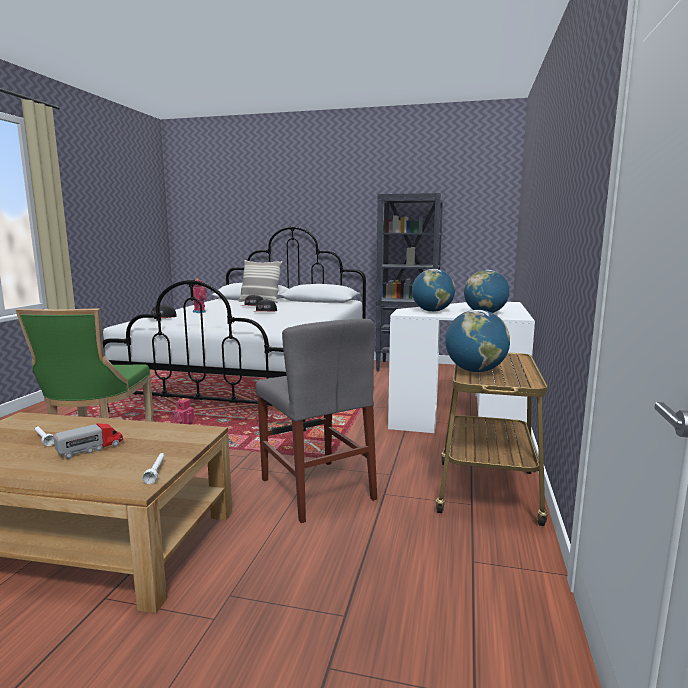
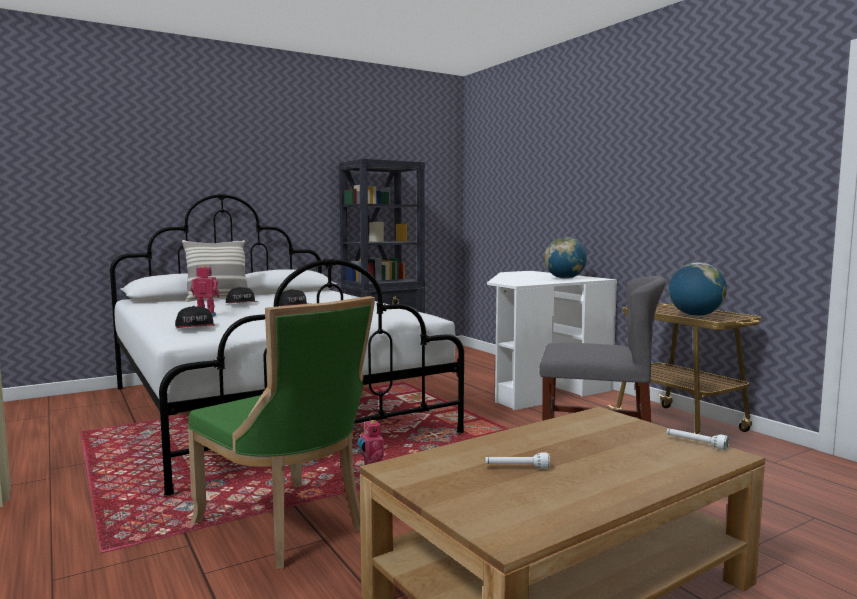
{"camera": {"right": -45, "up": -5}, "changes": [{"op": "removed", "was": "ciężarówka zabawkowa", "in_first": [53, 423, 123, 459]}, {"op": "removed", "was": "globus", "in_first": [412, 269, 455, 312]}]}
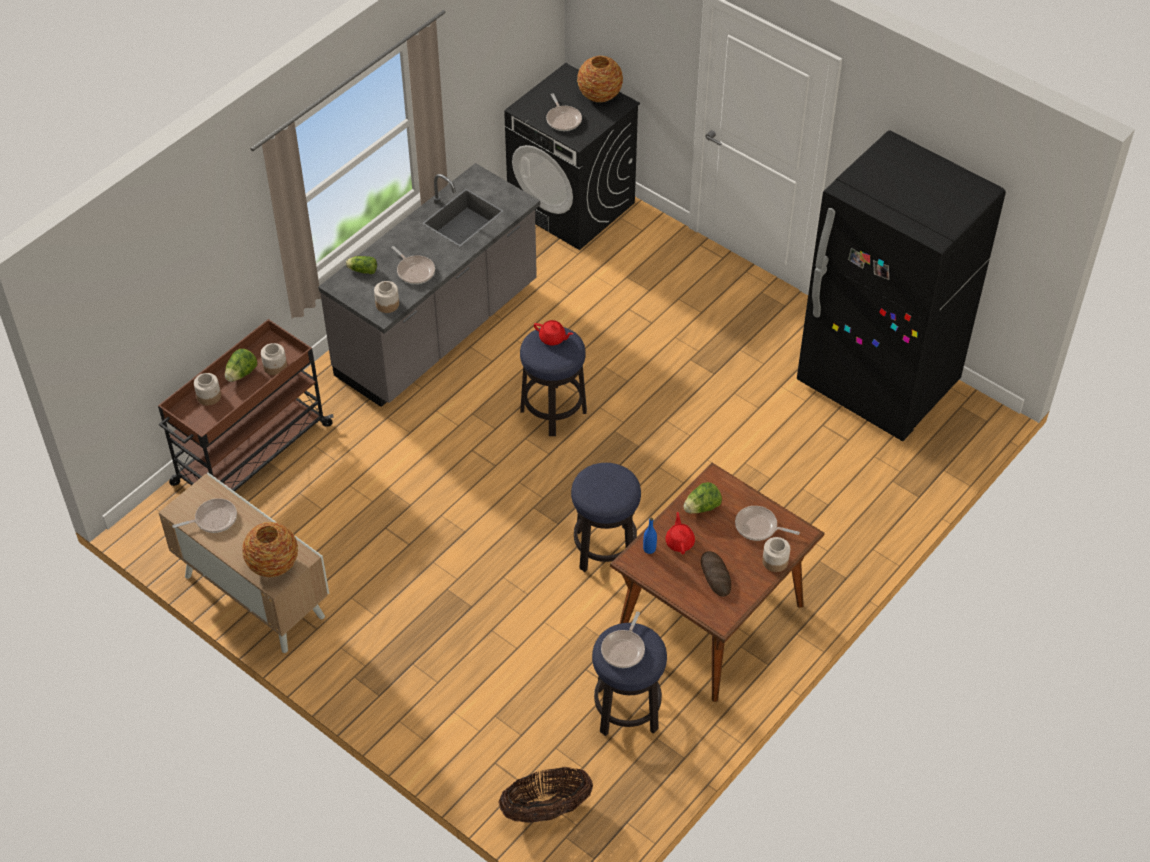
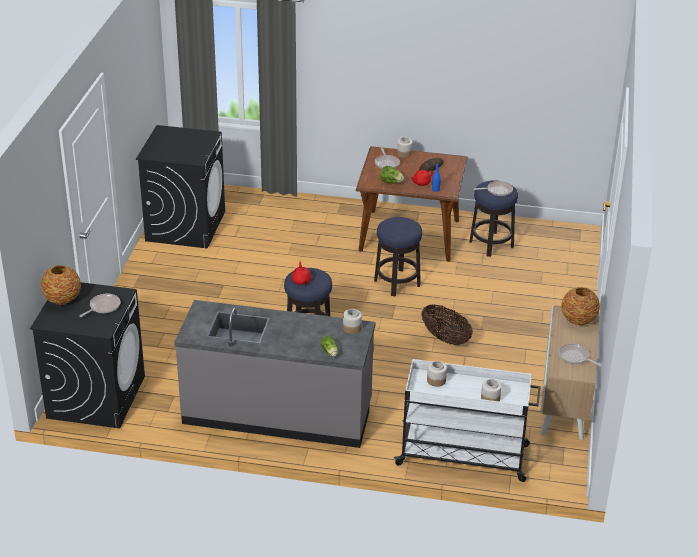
{"camera": {"right": -120, "up": -15}, "changes": [{"op": "removed", "was": "sałata", "in_first": [225, 349, 257, 382]}, {"op": "removed", "was": "patelnia", "in_first": [392, 246, 435, 284]}, {"op": "moved", "was": "koszyk", "in_first": [499, 767, 593, 823], "in_second": [421, 304, 473, 345]}, {"op": "replaced", "was": "lodówka [czarny]", "now": "pralka [czarny]", "in_first": [797, 130, 1006, 441], "in_second": [136, 125, 225, 248]}, {"op": "recoloured", "was": "wózek [brązowy]", "now": "wózek [biały]", "in_first": [158, 319, 334, 492], "in_second": [394, 359, 541, 482]}]}
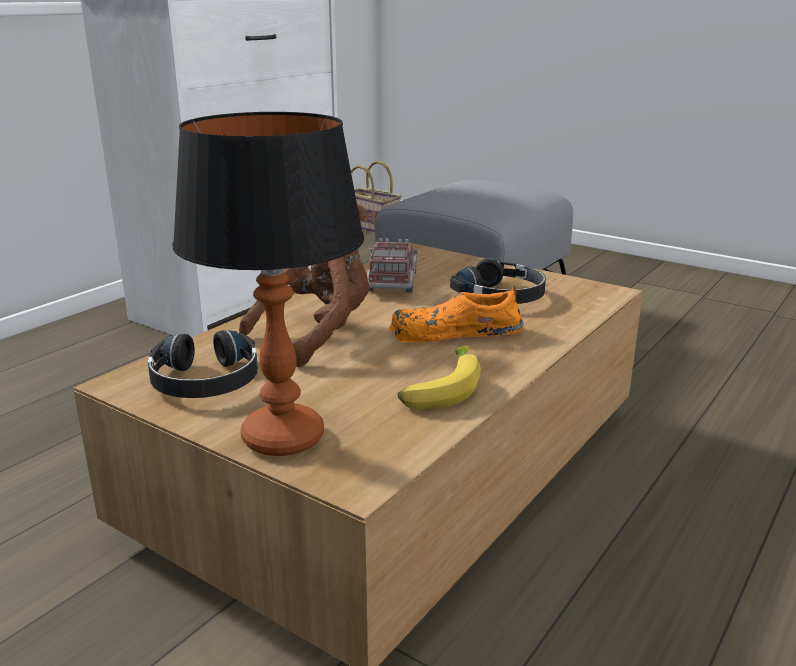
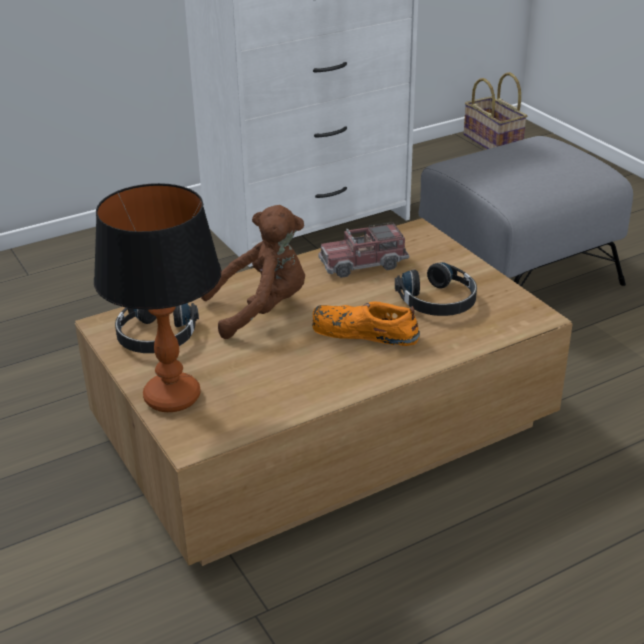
{"camera": {"right": 25, "up": 10}, "changes": [{"op": "removed", "was": "banan", "in_first": [398, 345, 481, 409]}, {"op": "turned", "was": "ciężarówka zabawkowa", "in_first": [367, 238, 418, 292], "in_second": [319, 222, 409, 278], "clockwise": -135}]}
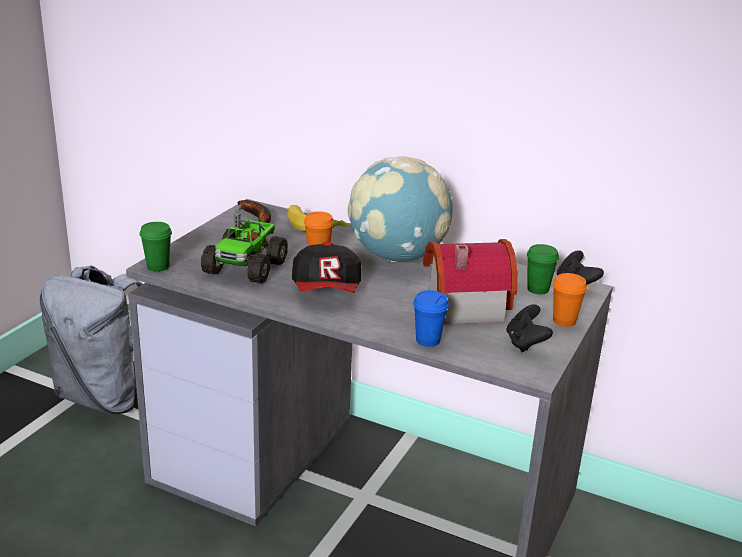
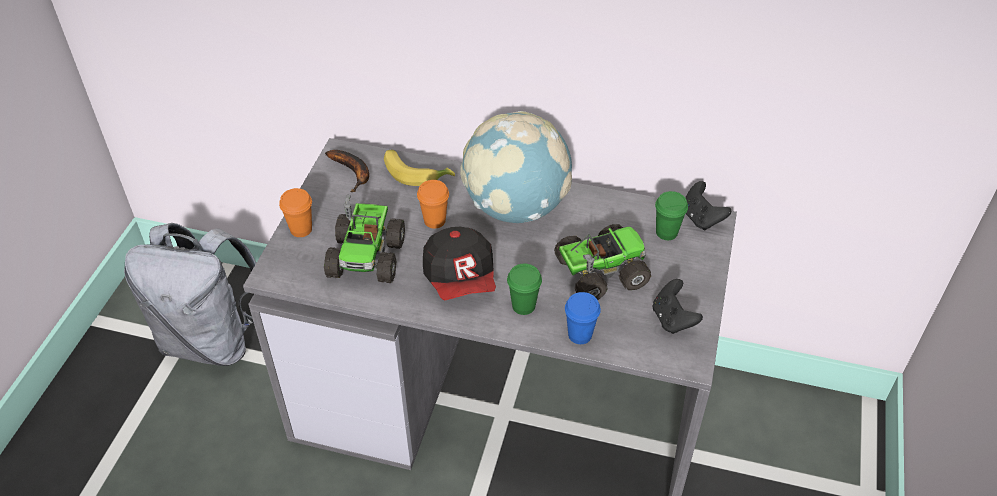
{"camera": {"right": -10, "up": 20}, "changes": [{"op": "moved", "was": "filiżanka [zielony]", "in_first": [140, 222, 172, 272], "in_second": [507, 264, 542, 315]}, {"op": "moved", "was": "filiżanka [pomarańczowy]", "in_first": [553, 273, 587, 327], "in_second": [279, 188, 312, 237]}, {"op": "replaced", "was": "domek", "now": "ciężarówka zabawkowa", "in_first": [423, 239, 518, 324], "in_second": [554, 224, 651, 300]}]}
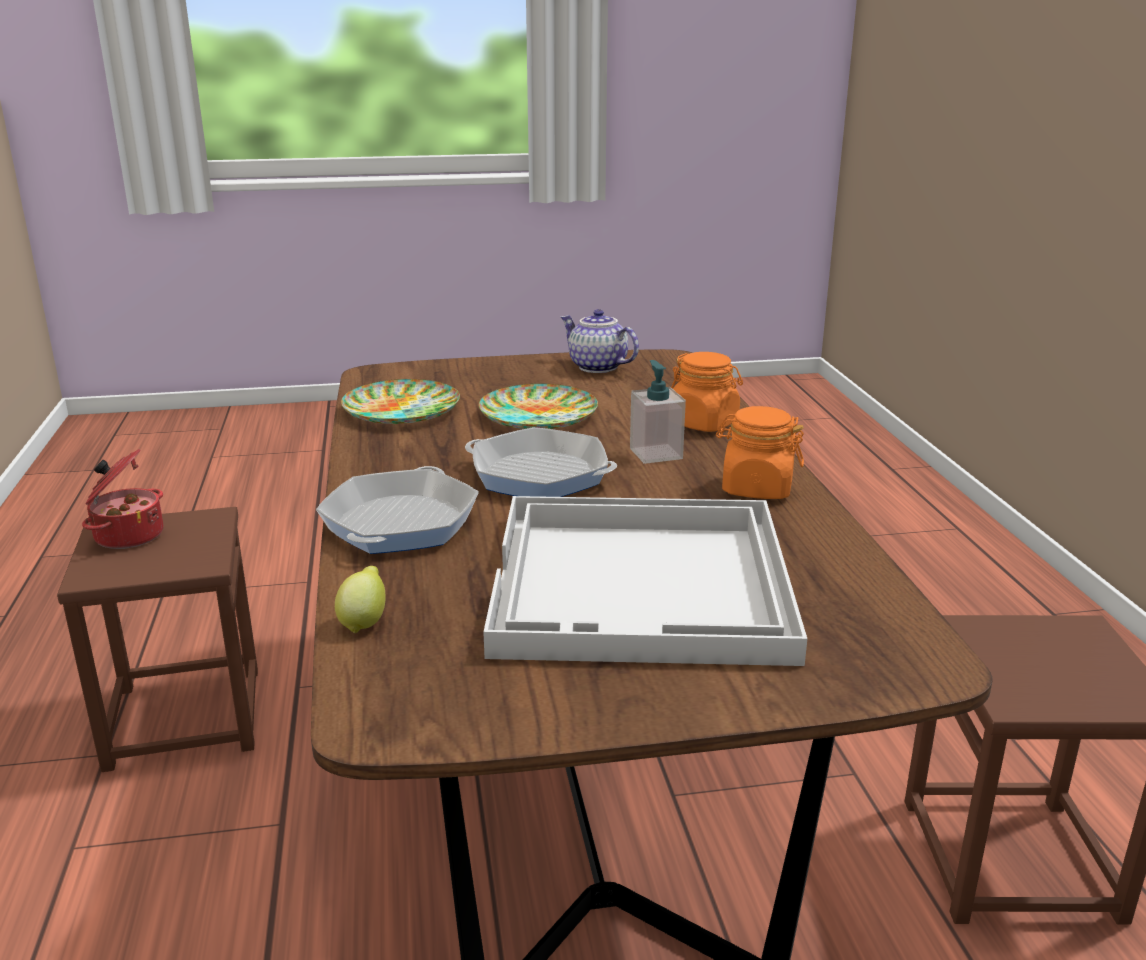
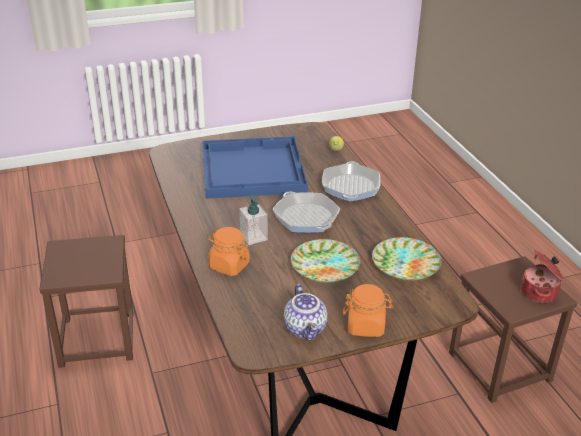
{"camera": {"right": 170, "up": 10}, "changes": [{"op": "moved", "was": "słoik [pomarańczowy]", "in_first": [716, 406, 804, 499], "in_second": [343, 284, 393, 337]}, {"op": "recoloured", "was": "taca [biały]", "now": "taca [niebieski]", "in_first": [483, 496, 807, 666], "in_second": [202, 136, 308, 199]}, {"op": "turned", "was": "patelnia", "in_first": [465, 427, 617, 497], "in_second": [272, 191, 341, 233], "clockwise": -135}, {"op": "turned", "was": "imbryk", "in_first": [561, 309, 639, 373], "in_second": [284, 284, 328, 340], "clockwise": 45}]}
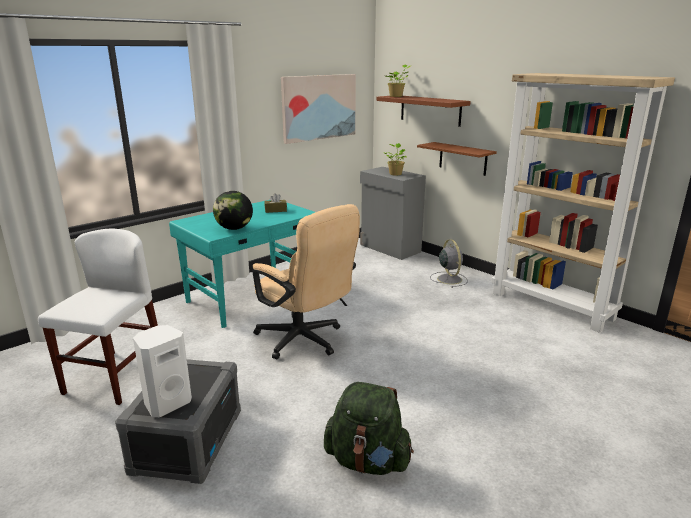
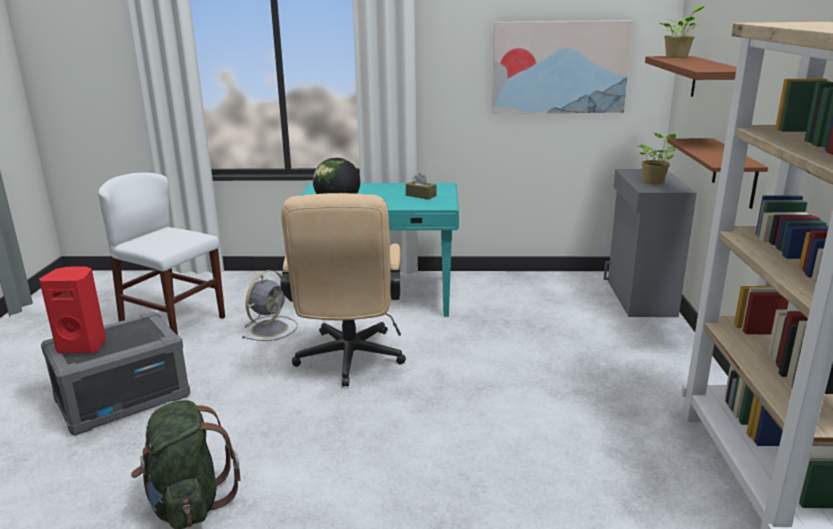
{"camera": {"right": 45, "up": 0}, "changes": [{"op": "moved", "was": "wentylator [szary]", "in_first": [430, 239, 468, 288], "in_second": [242, 270, 297, 341]}, {"op": "recoloured", "was": "głośnik [biały]", "now": "głośnik [czerwony]", "in_first": [133, 325, 192, 417], "in_second": [39, 266, 106, 353]}, {"op": "turned", "was": "krzesło [biały]", "in_first": [38, 229, 158, 405], "in_second": [98, 173, 225, 335], "clockwise": -120}]}
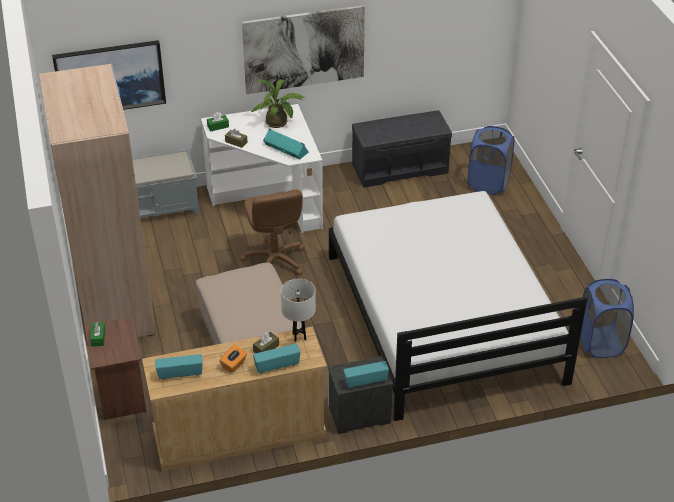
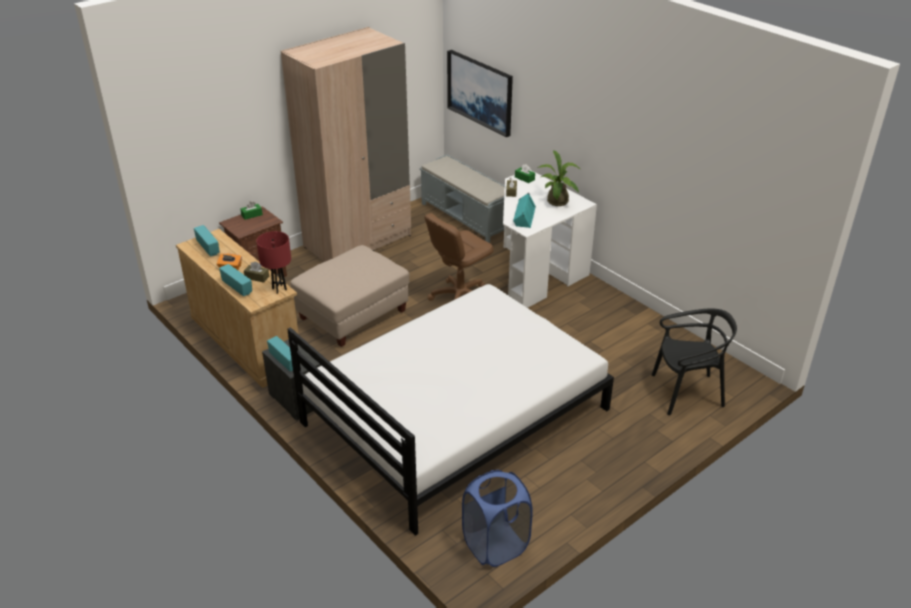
{"camera": {"right": 65, "up": -5}, "changes": [{"op": "removed", "was": "obraz", "in_first": [242, 5, 365, 94]}, {"op": "removed", "was": "ławka [szary]", "in_first": [352, 110, 452, 188]}, {"op": "replaced", "was": "kosz na pranie [niebieski]", "now": "krzesło [czarny]", "in_first": [468, 126, 514, 195], "in_second": [652, 308, 737, 415]}, {"op": "recoloured", "was": "lampa stołowa [biały]", "now": "lampa stołowa [czerwony]", "in_first": [281, 279, 316, 342], "in_second": [256, 231, 291, 294]}]}
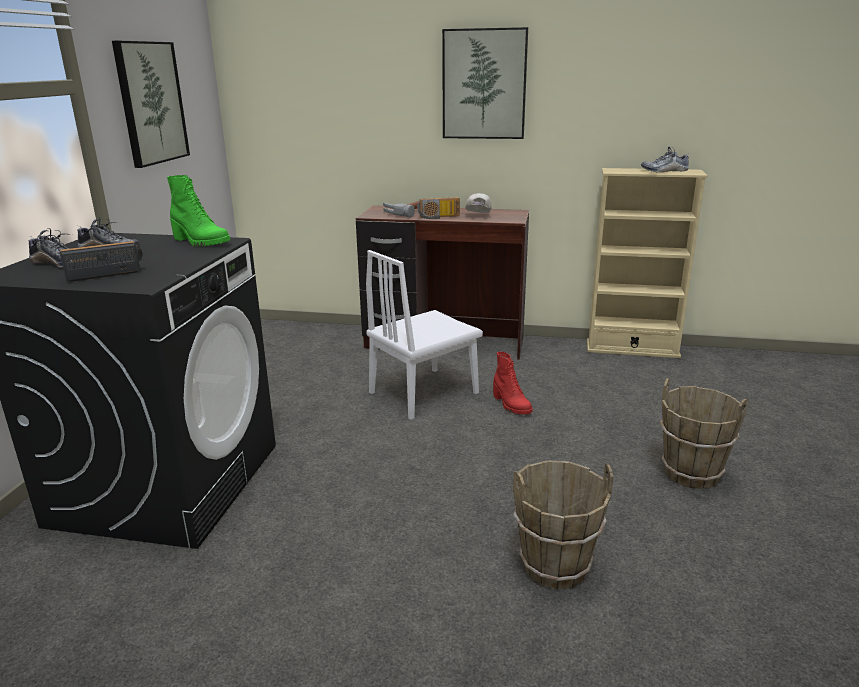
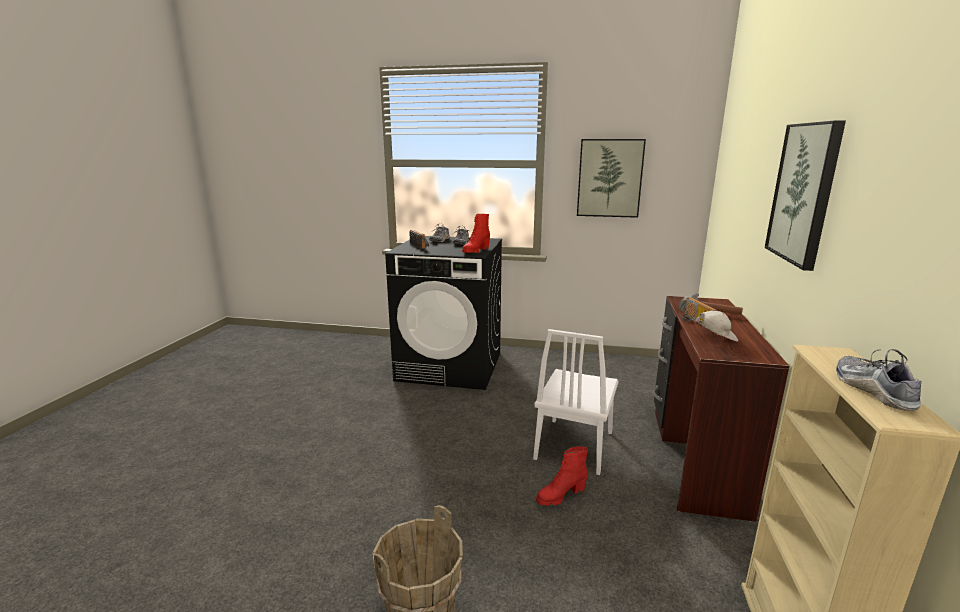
{"camera": {"right": 90, "up": -5}, "changes": [{"op": "removed", "was": "wiadro [brązowy]", "in_first": [513, 460, 613, 589]}, {"op": "recoloured", "was": "but z cholewką [zielony]", "now": "but z cholewką [czerwony]", "in_first": [167, 175, 230, 247], "in_second": [462, 214, 490, 253]}, {"op": "turned", "was": "krzesło [biały]", "in_first": [366, 250, 483, 420], "in_second": [533, 329, 619, 475], "clockwise": -120}]}
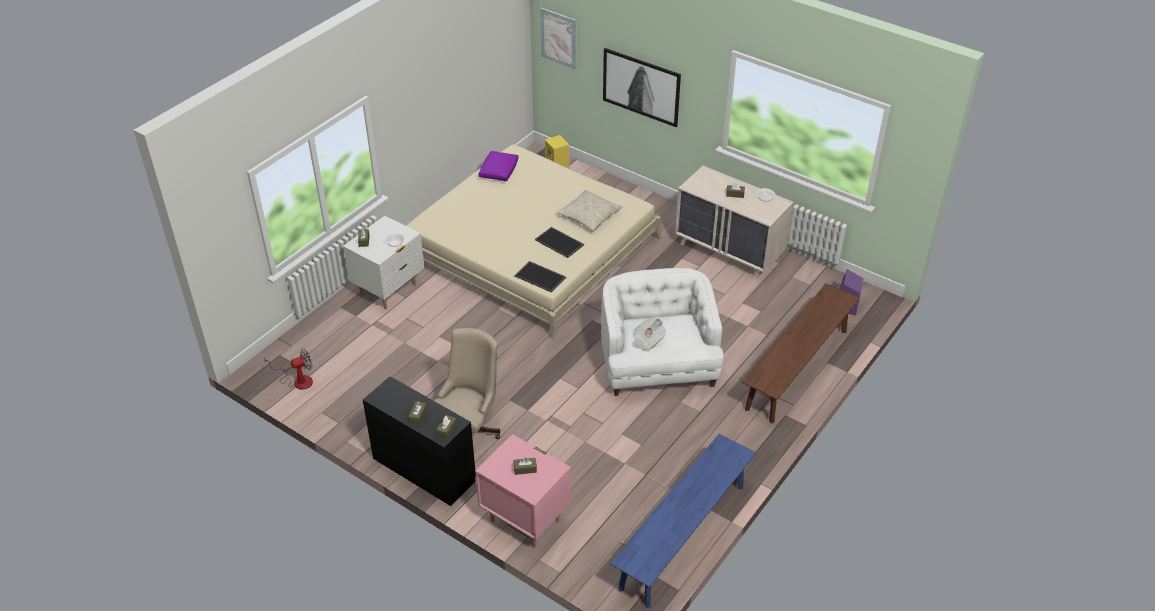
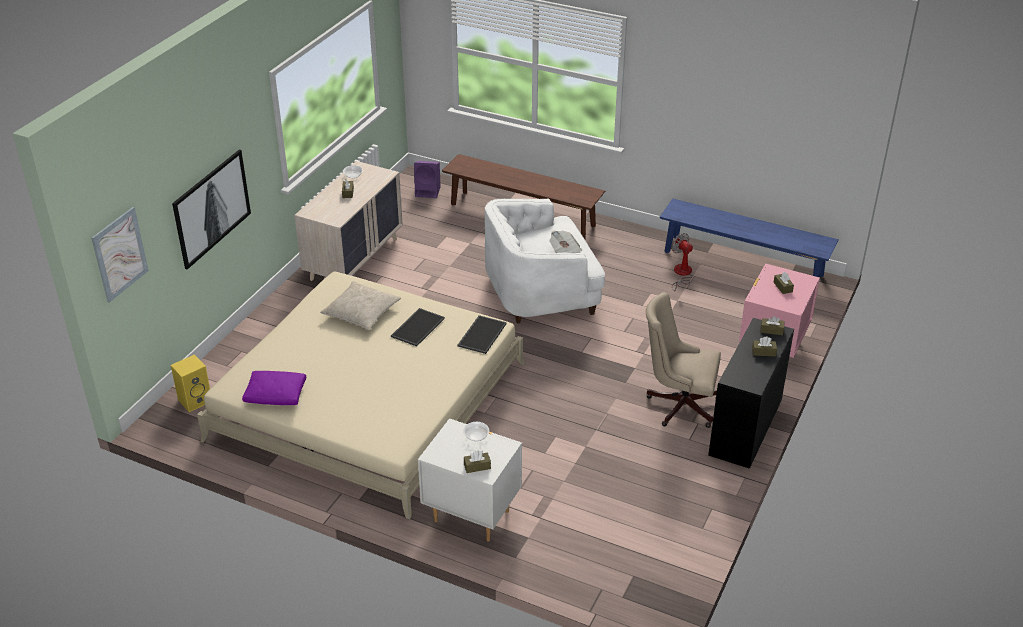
{"camera": {"right": -100, "up": -5}, "changes": [{"op": "moved", "was": "wentylator", "in_first": [264, 349, 313, 390], "in_second": [671, 233, 693, 291]}]}
